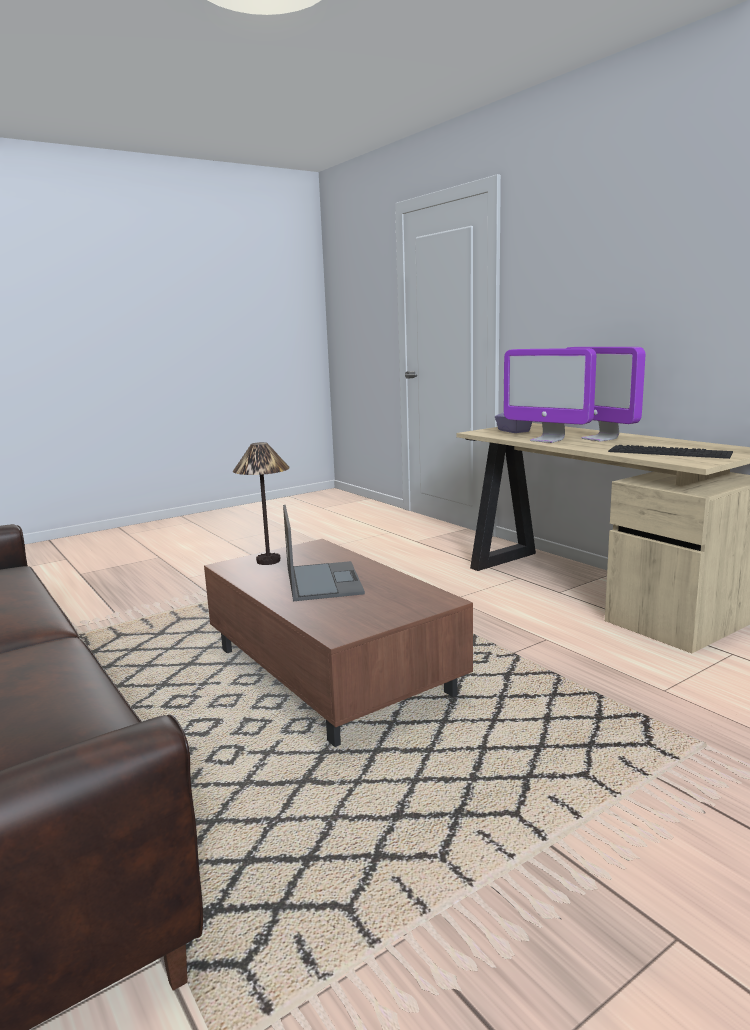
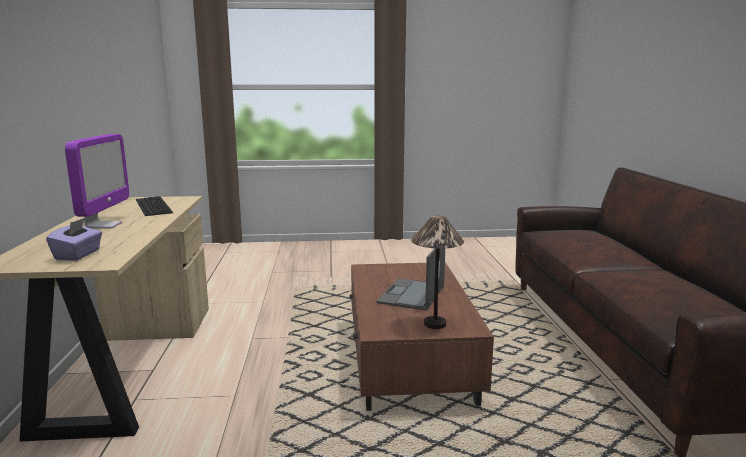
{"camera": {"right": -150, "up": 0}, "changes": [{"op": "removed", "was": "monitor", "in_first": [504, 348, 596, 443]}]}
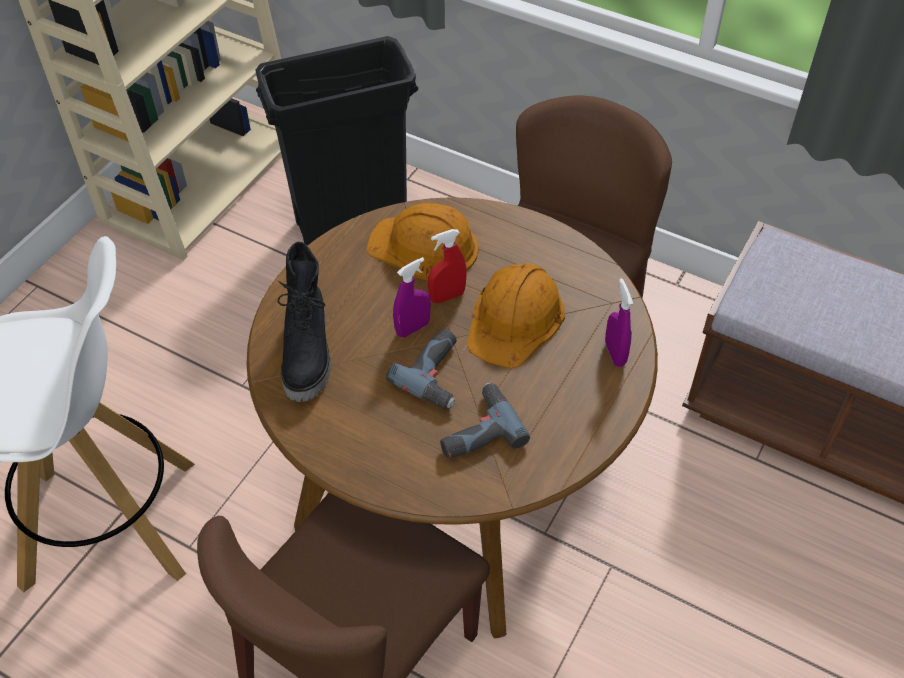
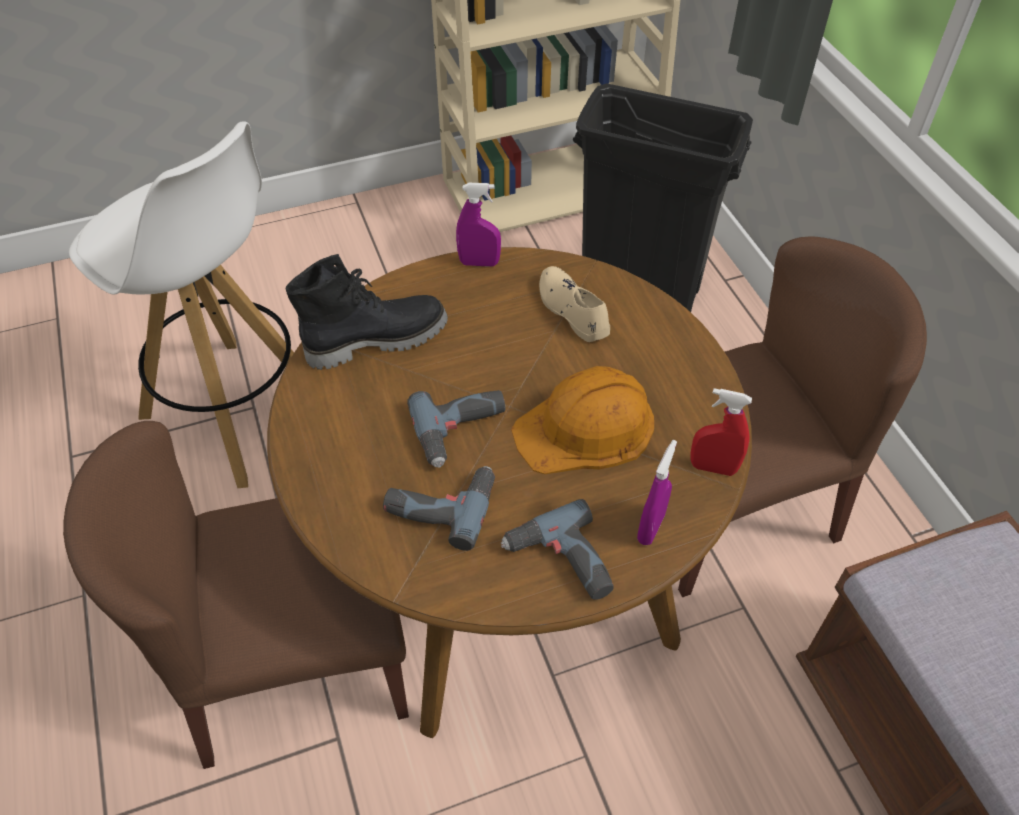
{"camera": {"right": 40, "up": 0}, "changes": [{"op": "added", "now": "wiertarka", "in_second": [501, 499, 614, 600]}, {"op": "moved", "was": "spryskiwacz [fioletowy]", "in_first": [393, 257, 431, 337], "in_second": [456, 183, 501, 267]}, {"op": "moved", "was": "spryskiwacz [czerwony]", "in_first": [428, 229, 467, 303], "in_second": [690, 388, 752, 476]}, {"op": "replaced", "was": "kask [pomarańczowy]", "now": "but [beżowy]", "in_first": [366, 203, 479, 280], "in_second": [539, 266, 610, 342]}, {"op": "turned", "was": "but z cholewką [czarny]", "in_first": [278, 242, 331, 402], "in_second": [286, 254, 448, 370], "clockwise": -150}]}
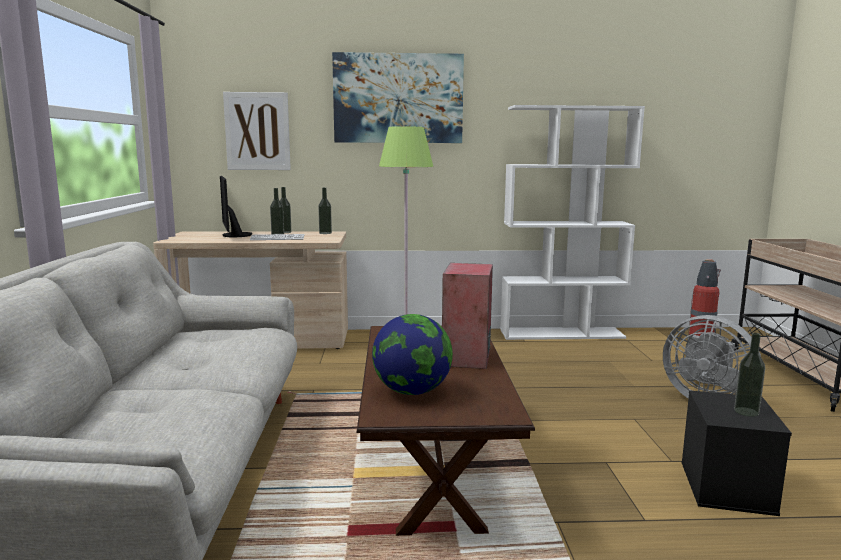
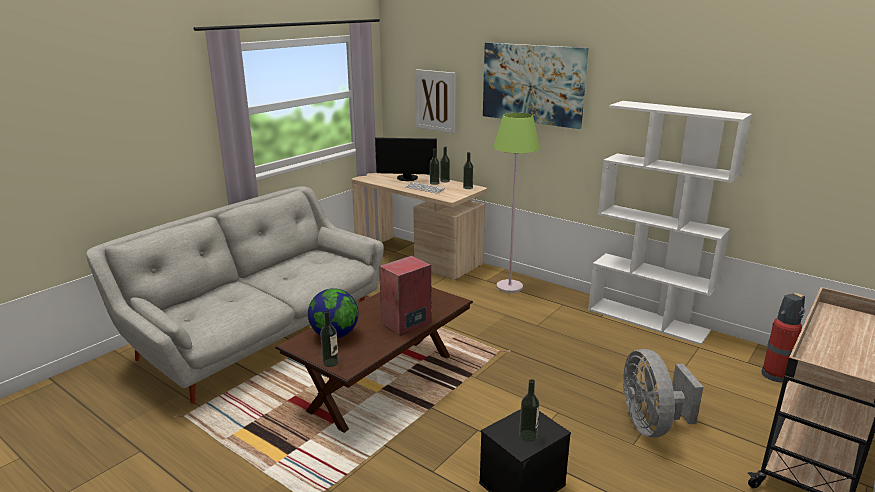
{"camera": {"right": 40, "up": 10}, "changes": [{"op": "added", "now": "butelka", "in_second": [320, 311, 339, 367]}, {"op": "turned", "was": "monitor", "in_first": [220, 176, 252, 237], "in_second": [375, 137, 437, 181], "clockwise": -105}]}
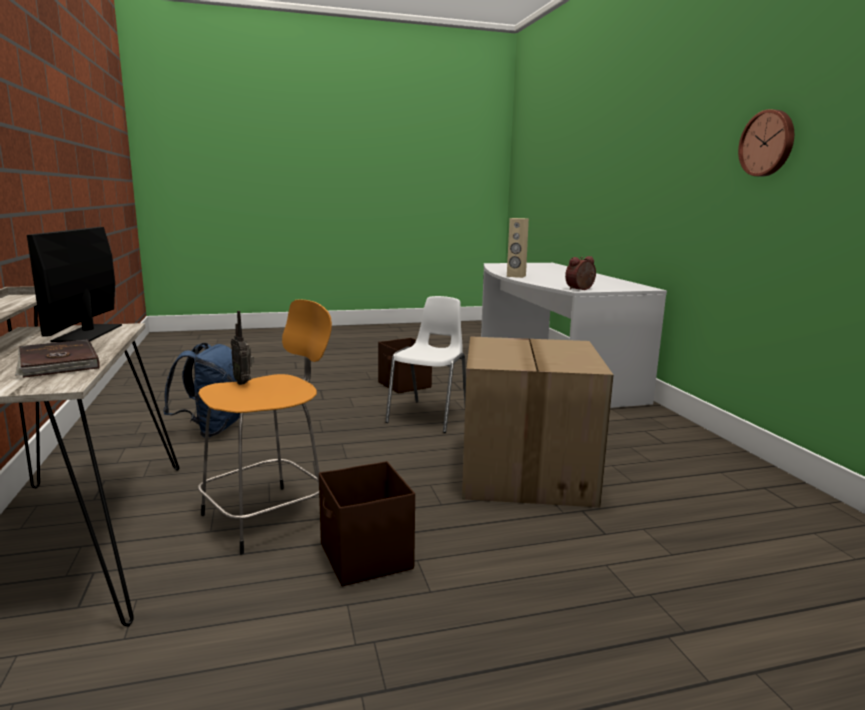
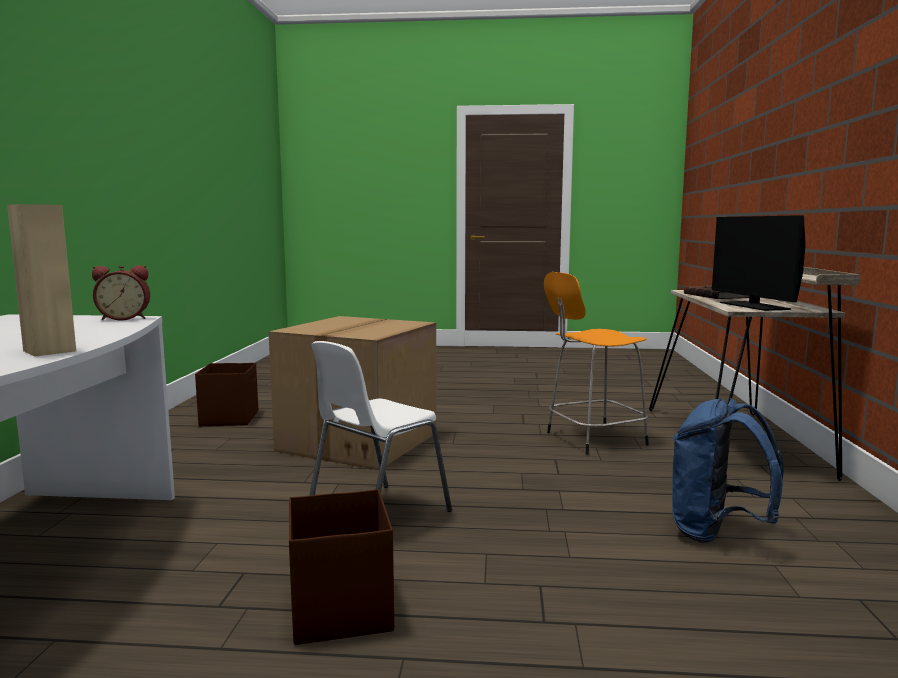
{"camera": {"right": -160, "up": -5}, "changes": [{"op": "removed", "was": "radio", "in_first": [231, 311, 254, 385]}, {"op": "removed", "was": "zegar ścienny", "in_first": [738, 109, 794, 177]}, {"op": "moved", "was": "pojemnik do przechowywania [brązowy]", "in_first": [319, 461, 415, 586], "in_second": [195, 363, 258, 426]}, {"op": "turned", "was": "monitor", "in_first": [27, 227, 122, 342], "in_second": [712, 215, 806, 311], "clockwise": 150}]}
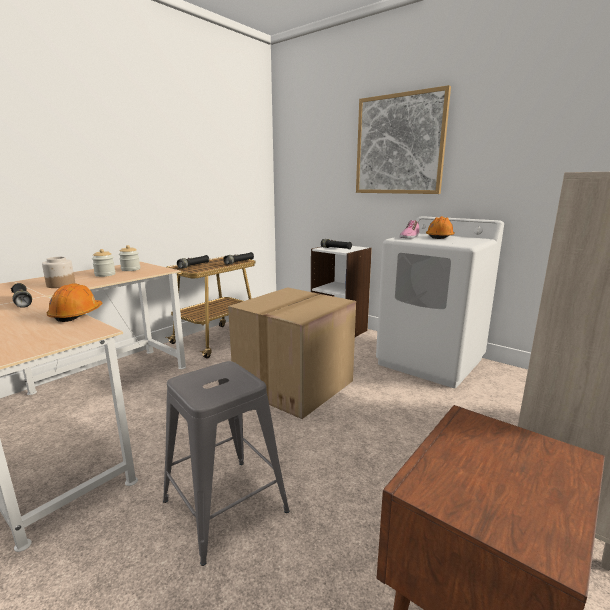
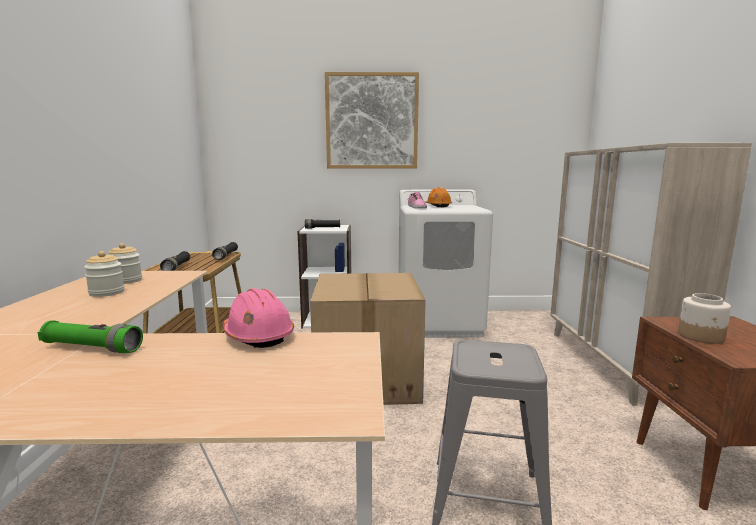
{"camera": {"right": -40, "up": -5}, "changes": [{"op": "moved", "was": "słoik", "in_first": [42, 257, 75, 288], "in_second": [678, 293, 731, 344]}, {"op": "recoloured", "was": "latarka [czarny]", "now": "latarka [zielony]", "in_first": [11, 283, 32, 308], "in_second": [38, 320, 143, 353]}, {"op": "recoloured", "was": "kask [pomarańczowy]", "now": "kask [różowy]", "in_first": [47, 283, 103, 322], "in_second": [223, 288, 294, 348]}]}
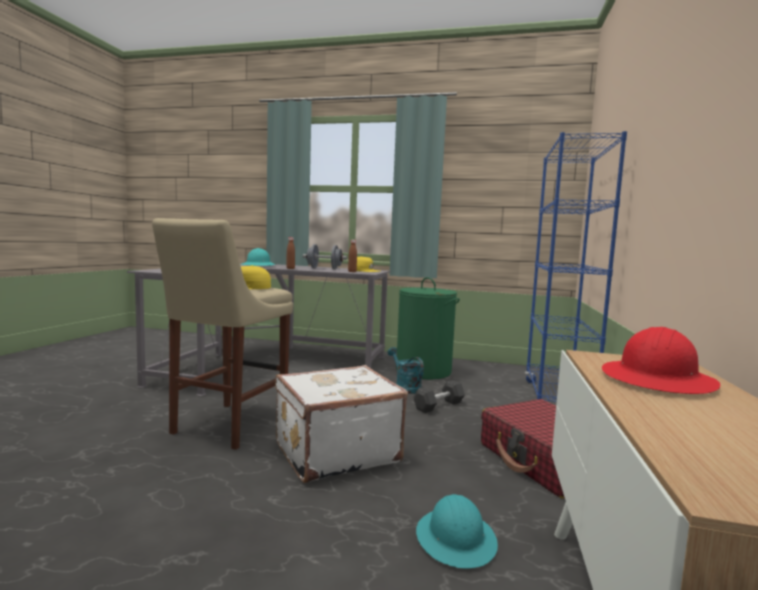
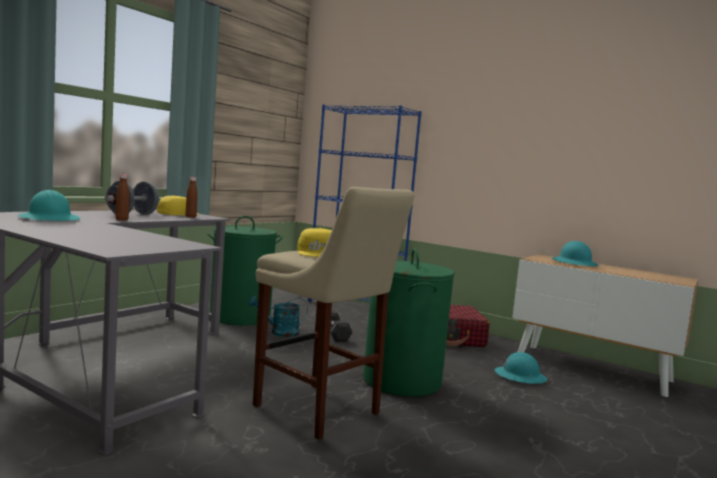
{"camera": {"right": -70, "up": 0}, "changes": [{"op": "replaced", "was": "walizka [biały]", "now": "kosz na pranie [zielony]", "in_first": [276, 365, 408, 483], "in_second": [363, 249, 455, 397]}, {"op": "recoloured", "was": "kask [czerwony]", "now": "kask [turkusowy]", "in_first": [602, 327, 721, 394], "in_second": [552, 241, 599, 266]}]}
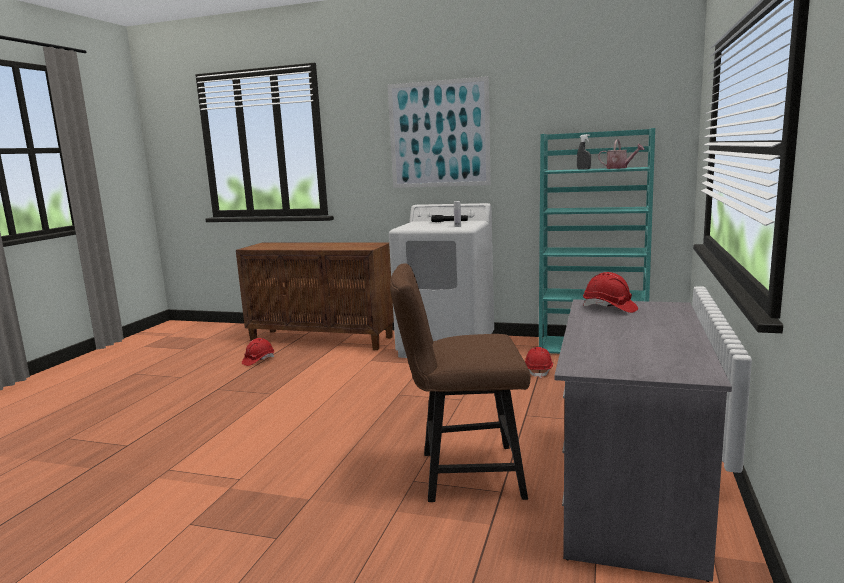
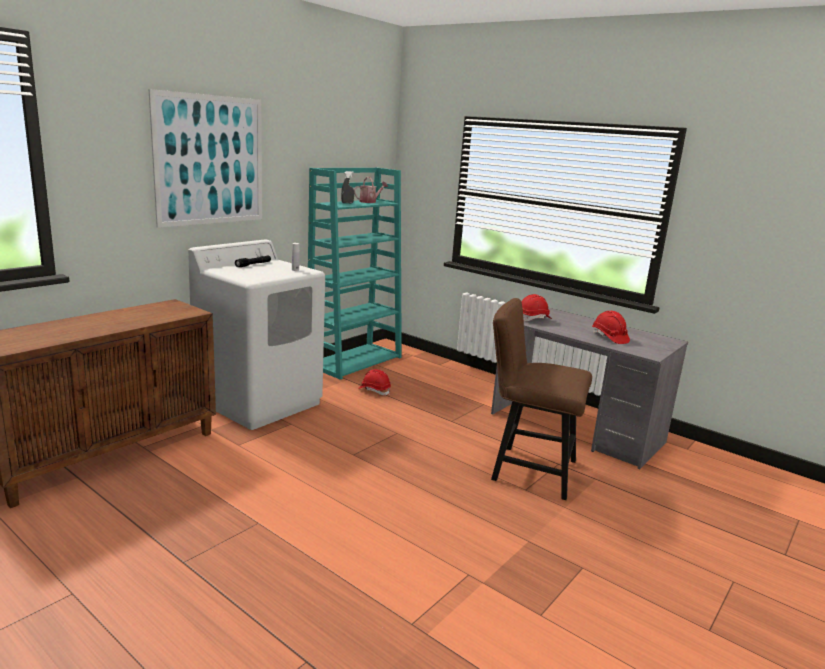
{"camera": {"right": -70, "up": 5}, "changes": [{"op": "moved", "was": "kask [czerwony]", "in_first": [242, 338, 274, 366], "in_second": [592, 311, 630, 344]}, {"op": "turned", "was": "krzesło [brązowy]", "in_first": [390, 263, 530, 502], "in_second": [491, 298, 592, 500], "clockwise": 90}]}
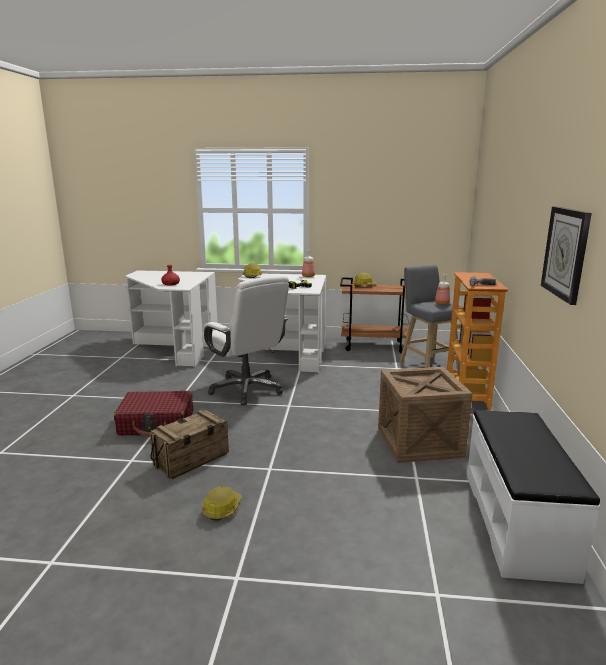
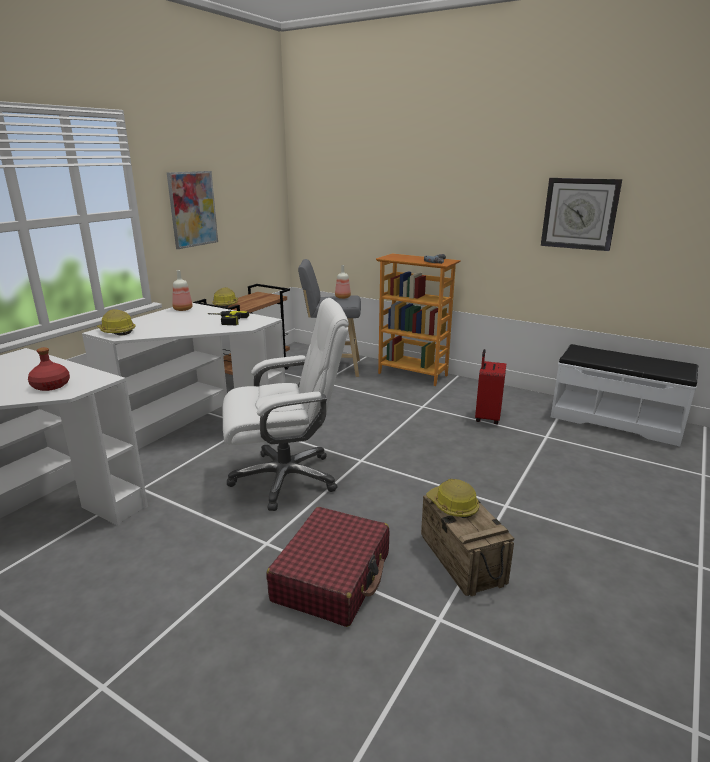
{"camera": {"right": -65, "up": 5}, "changes": [{"op": "added", "now": "obraz", "in_second": [167, 171, 218, 249]}, {"op": "moved", "was": "kask", "in_first": [202, 485, 242, 521], "in_second": [426, 479, 479, 518]}, {"op": "replaced", "was": "skrzynka", "now": "walizka [czerwony]", "in_first": [378, 367, 473, 463], "in_second": [475, 349, 506, 424]}]}
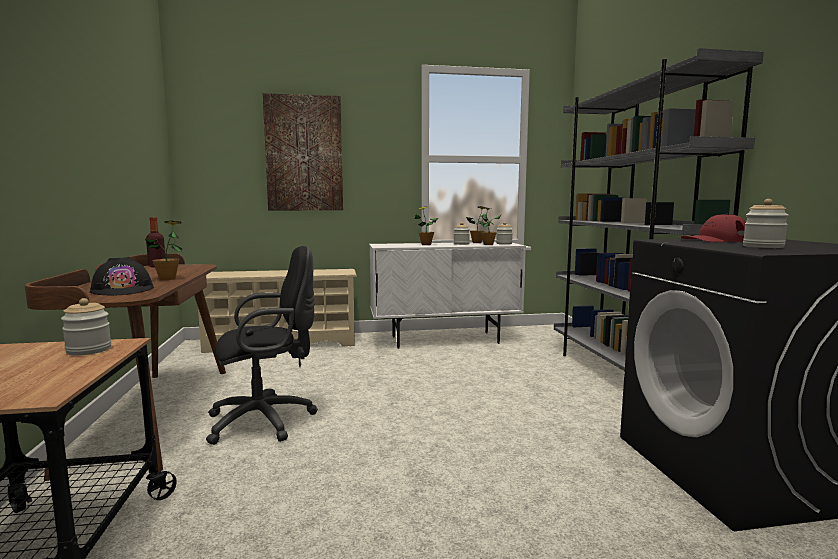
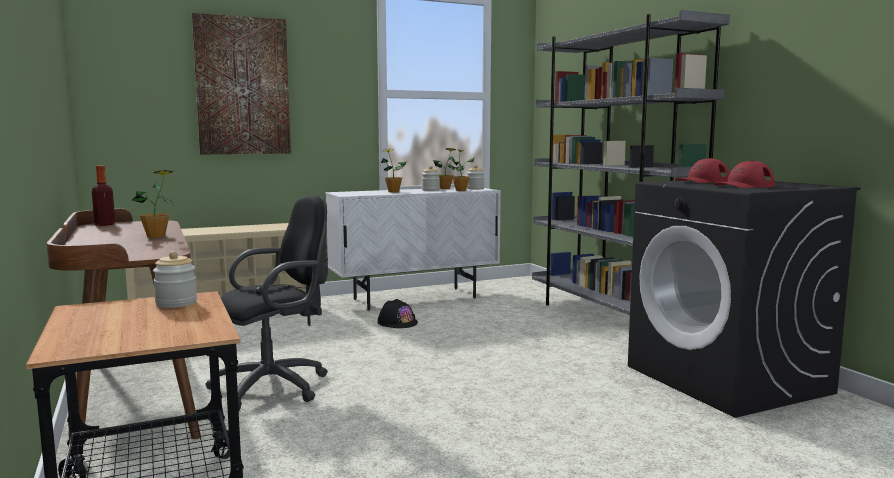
{"camera": {"right": -15, "up": 0}, "changes": [{"op": "moved", "was": "kask [czarny]", "in_first": [90, 257, 154, 296], "in_second": [378, 299, 418, 328]}, {"op": "replaced", "was": "słoik", "now": "czapka z daszkiem [czerwony]", "in_first": [743, 199, 789, 248], "in_second": [713, 160, 775, 188]}]}
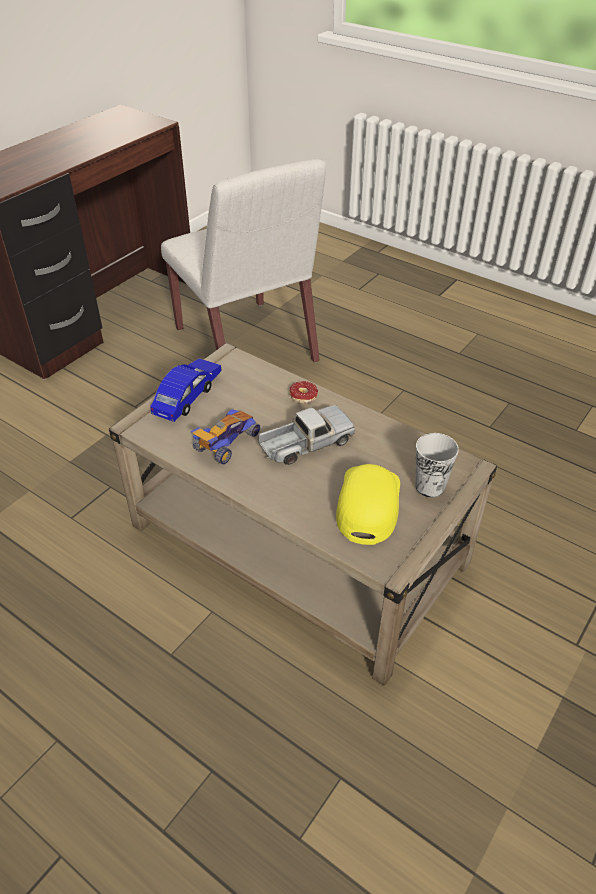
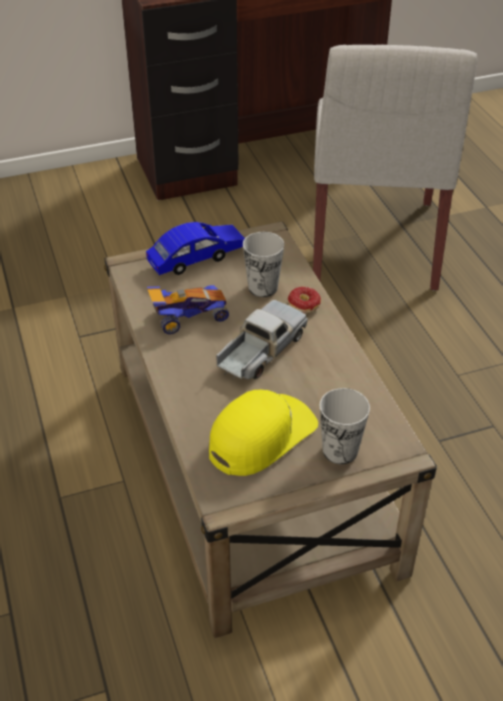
{"camera": {"right": 35, "up": 0}, "changes": [{"op": "added", "now": "filiżanka", "in_second": [243, 232, 284, 297]}, {"op": "turned", "was": "ciężarówka zabawkowa", "in_first": [258, 405, 355, 465], "in_second": [216, 300, 308, 379], "clockwise": -60}]}
